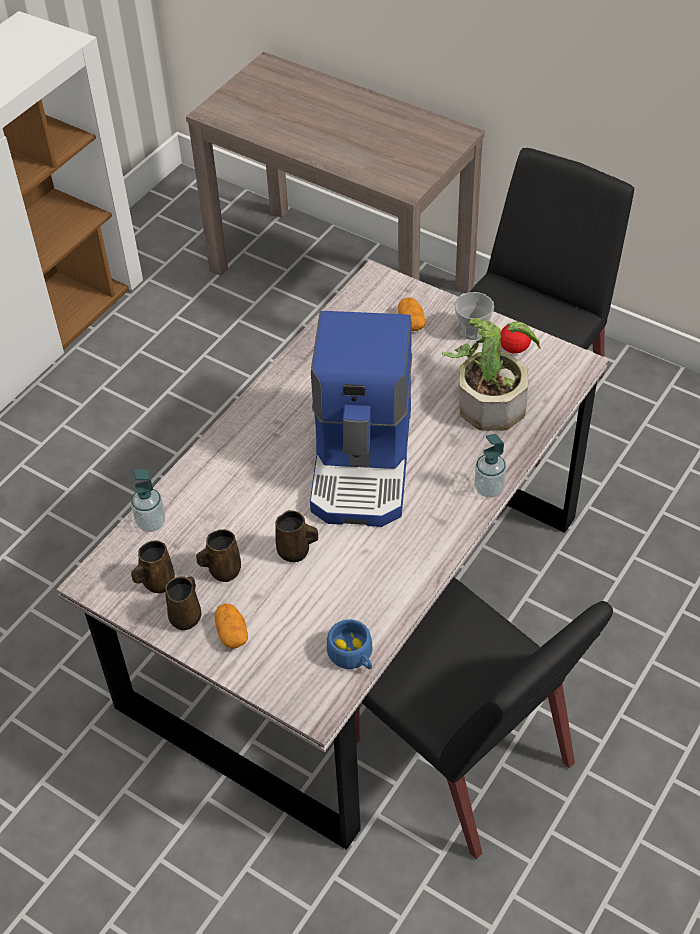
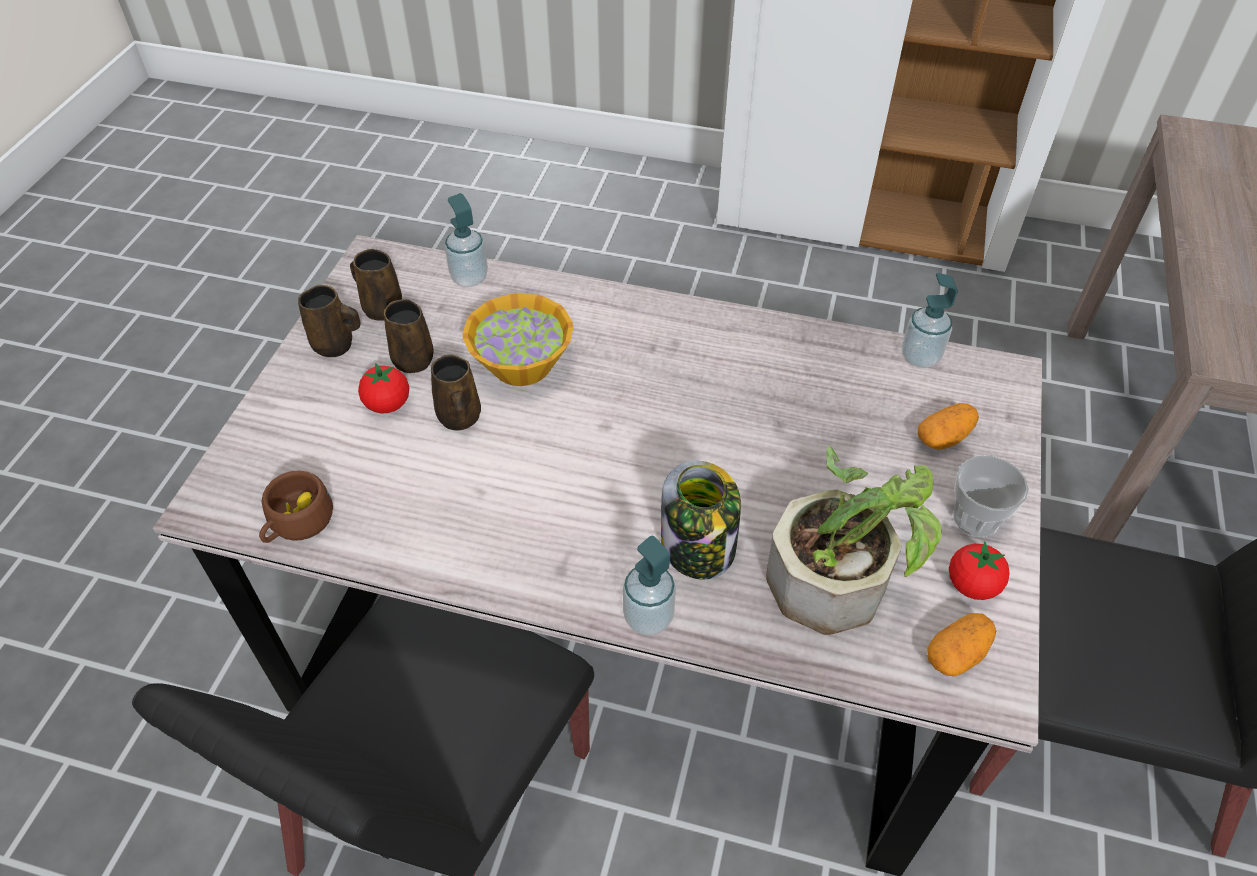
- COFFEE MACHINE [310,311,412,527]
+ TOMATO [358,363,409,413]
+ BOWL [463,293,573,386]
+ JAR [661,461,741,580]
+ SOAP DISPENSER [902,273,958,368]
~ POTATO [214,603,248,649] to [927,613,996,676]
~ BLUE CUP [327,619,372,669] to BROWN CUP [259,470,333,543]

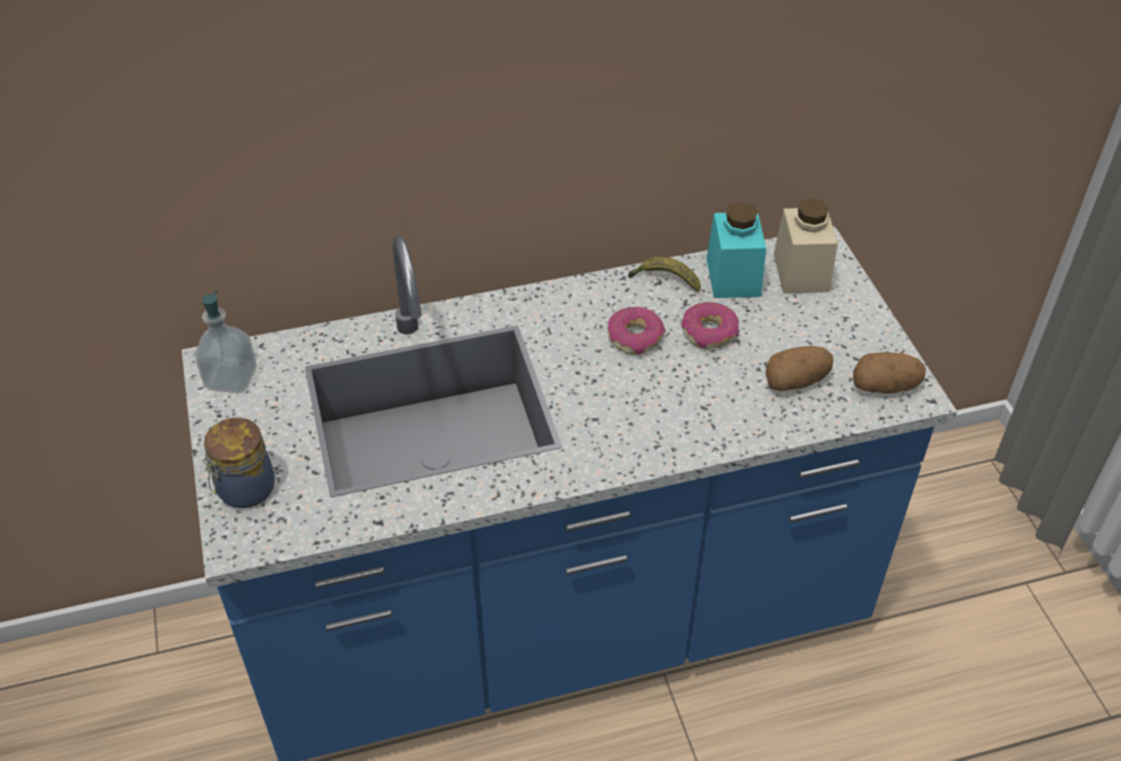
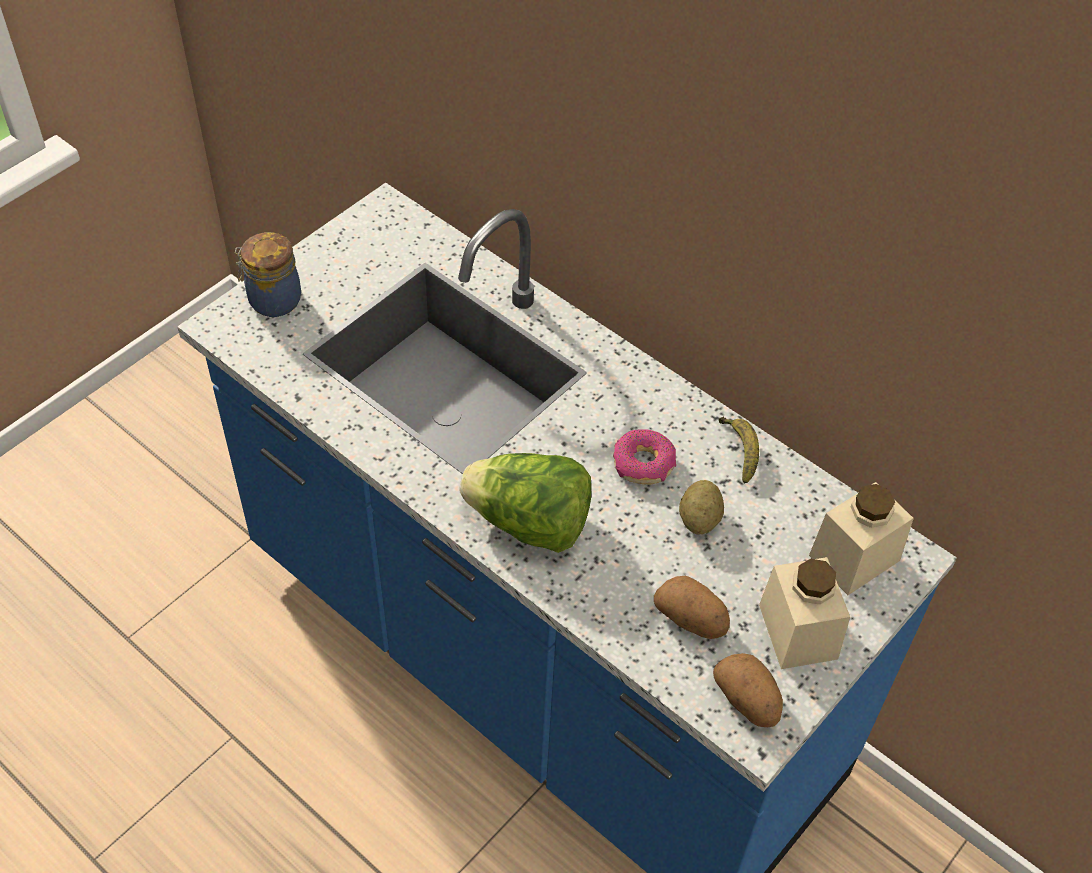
- SOAP DISPENSER [196,290,257,393]
- TURQUOISE JAR [707,202,766,298]
+ LETTUCE [459,453,591,553]
+ BEIGE JAR [759,557,850,669]
~ DONUT [681,302,739,349] to POTATO [679,480,724,535]

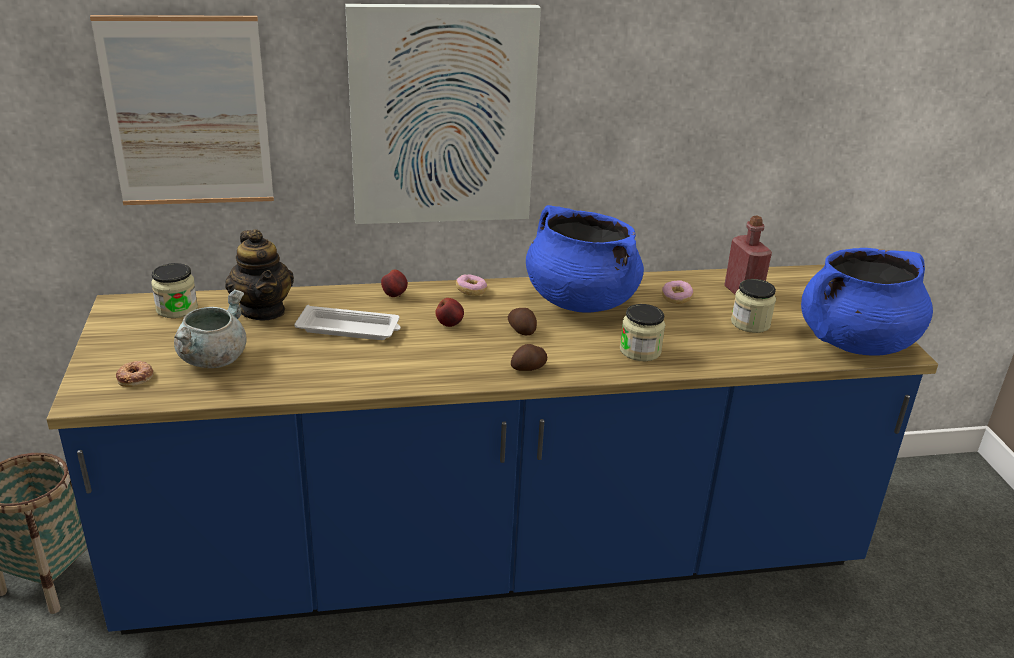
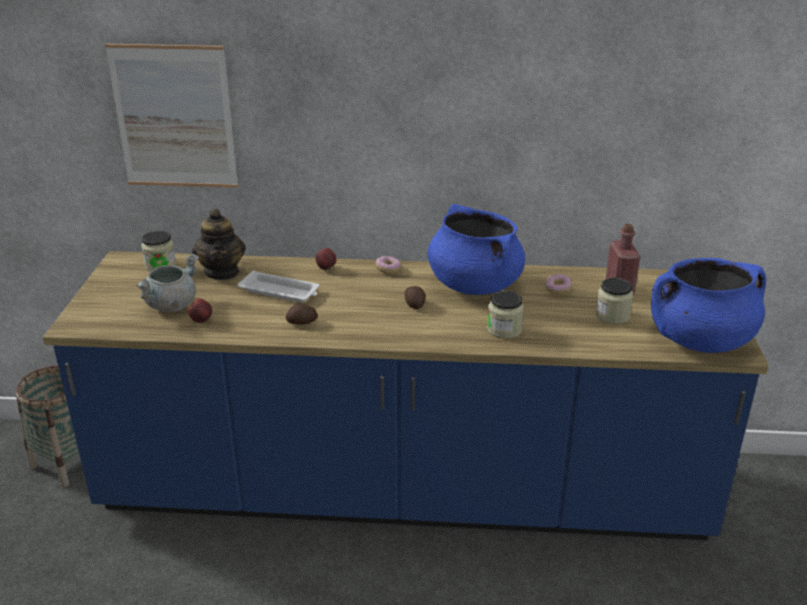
- DONUT [116,361,153,387]
- PICTURE [345,4,541,224]
~ APPLE [435,298,464,327] to [187,298,212,323]
~ POTATO [511,344,547,371] to [286,303,318,325]

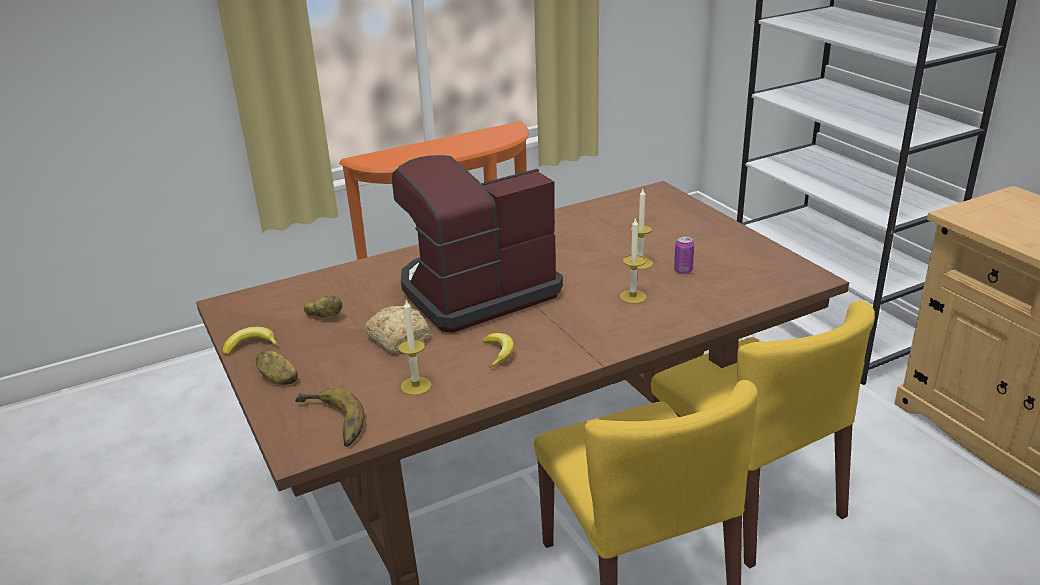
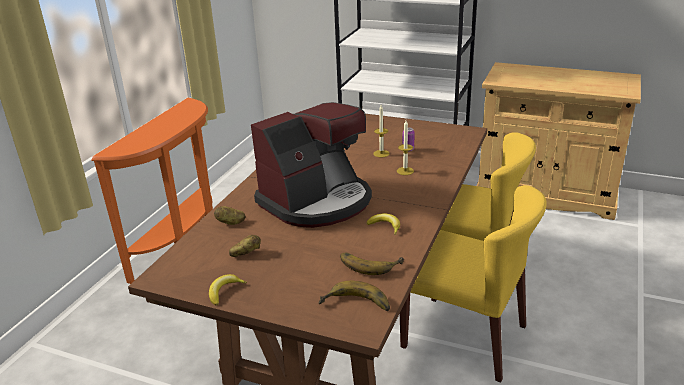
- BREAD [364,305,430,353]
~ POTATO [256,350,298,385] to [214,206,246,225]
~ CANDLE [398,300,432,395] to BANANA [340,253,404,275]
~ COFFEE MACHINE [392,155,563,333] = [251,102,372,228] 150 degrees counterclockwise

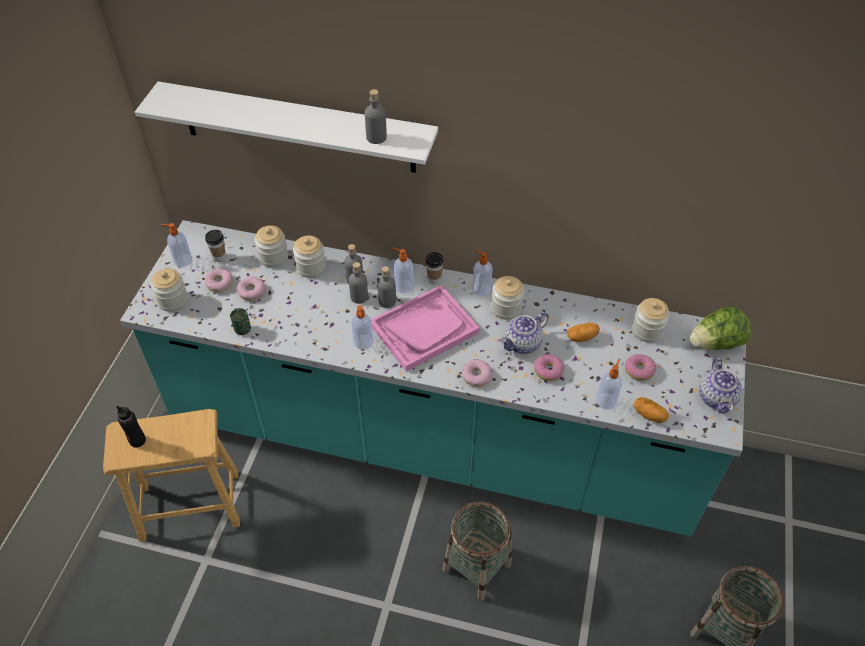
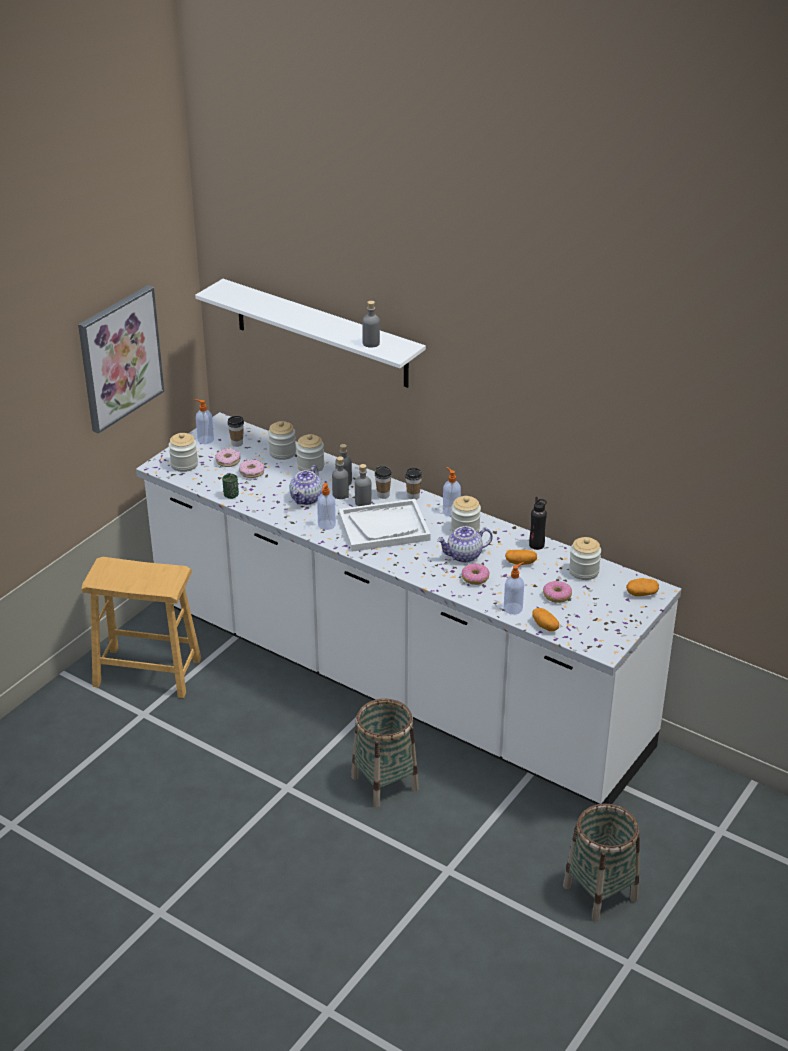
- DONUT [462,360,492,387]
+ PICTURE [78,285,164,434]
~ BLACK BOTTLE [116,405,146,448] to [529,497,547,550]
~ TEAPOT [699,358,742,414] to [289,465,323,505]
~ SOAP DISPENSER [392,248,413,293] to CUP [375,466,392,499]
~ LETTUCE [690,307,751,350] to POTATO [626,578,659,596]
~ TURQUOISE COUNTER [120,220,746,536] to WHITE COUNTER [136,412,681,804]
~ PINK TRAY [371,285,480,371] to WHITE TRAY [339,499,431,552]

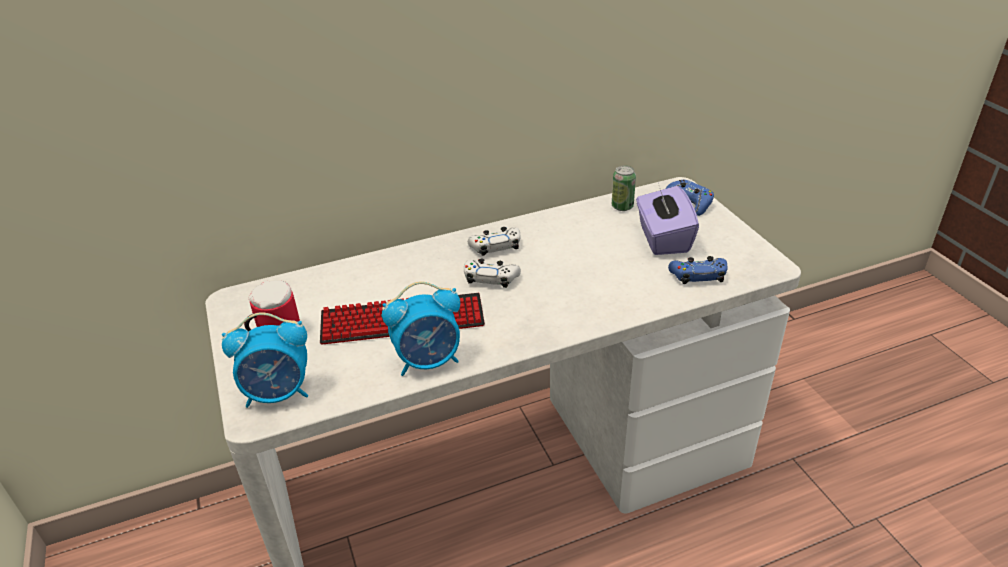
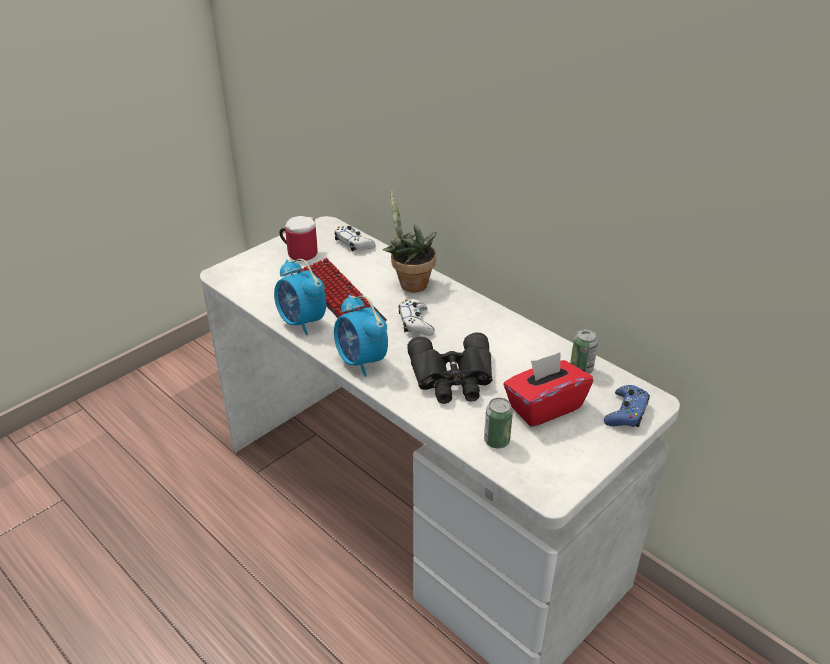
+ POTTED PLANT [383,190,436,293]
+ BLACK BINOCULARS [408,333,493,404]
~ ALARM CLOCK [222,312,308,408] to [334,295,388,377]
~ WHITE GAME CONTROLLER [468,227,521,256] to [335,225,376,251]
~ BLUE GAME CONTROLLER [668,256,727,284] to CAN [484,398,513,448]
~ PURPLE TISSUE BOX [636,183,699,255] to RED TISSUE BOX [504,352,593,427]

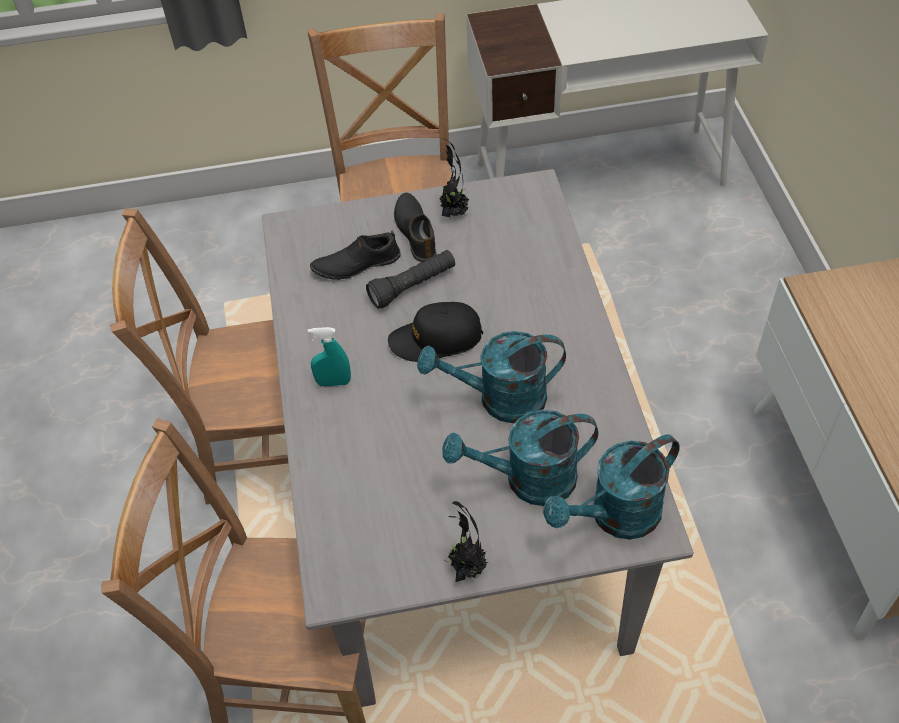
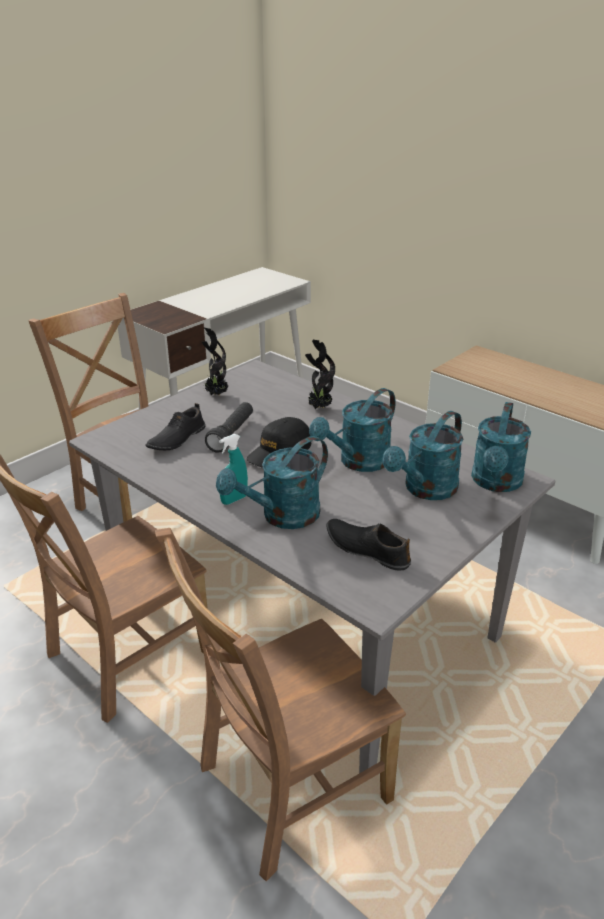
+ TURQUOISE WATERING CAN [216,436,328,529]
~ BLACK SHOE [394,193,436,262] to [326,519,411,571]
~ POTTED PLANT [446,501,488,582] to [305,340,335,409]

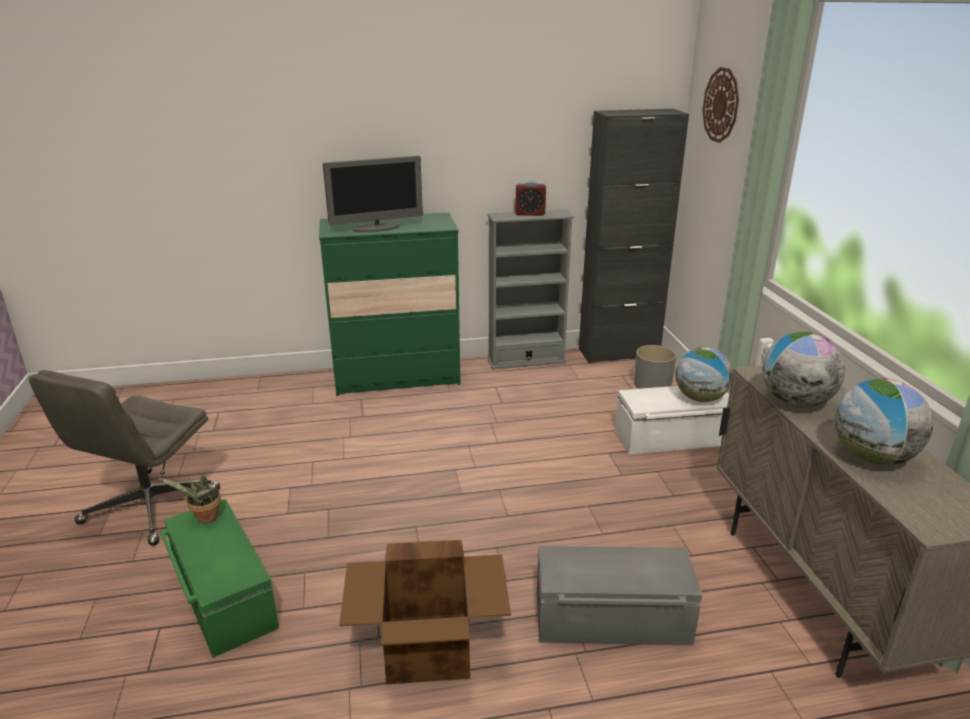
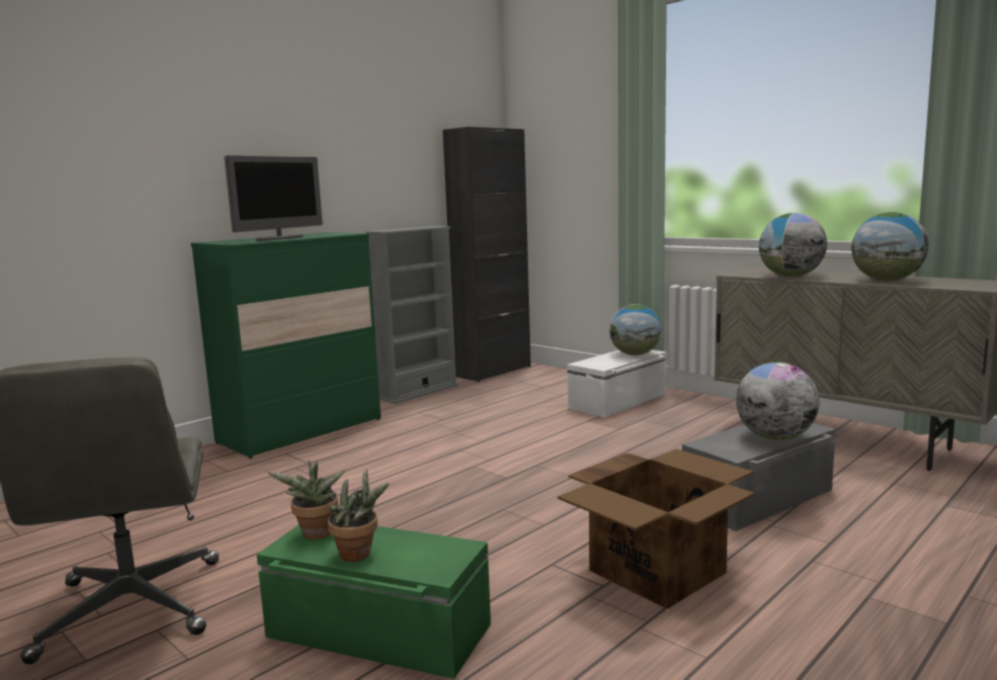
- ALARM CLOCK [515,181,546,216]
- GREY PLANTER [634,345,676,389]
- WALL CLOCK [703,67,739,143]
+ POTTED PLANT [328,469,389,562]
+ GLOBE [736,362,819,440]

